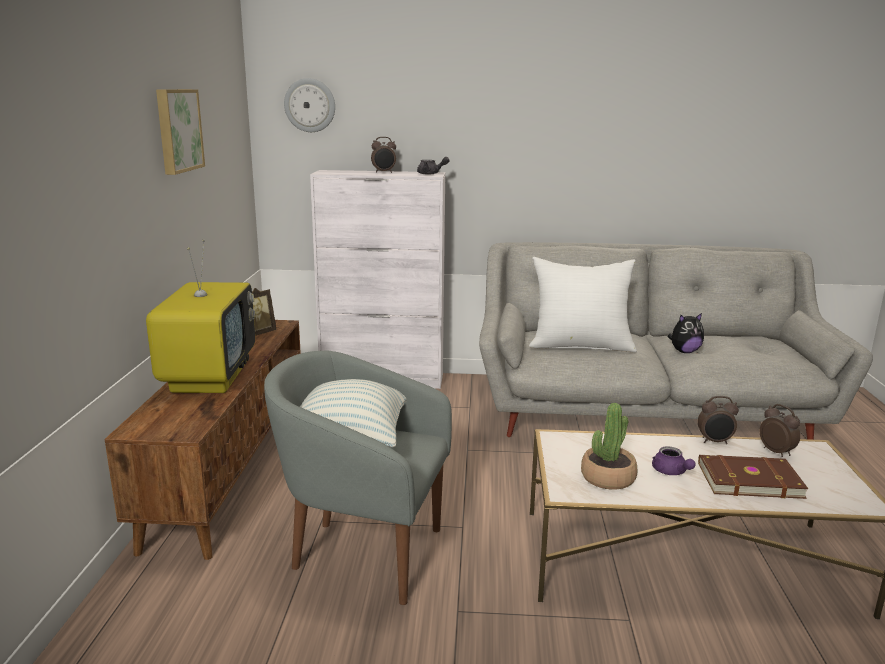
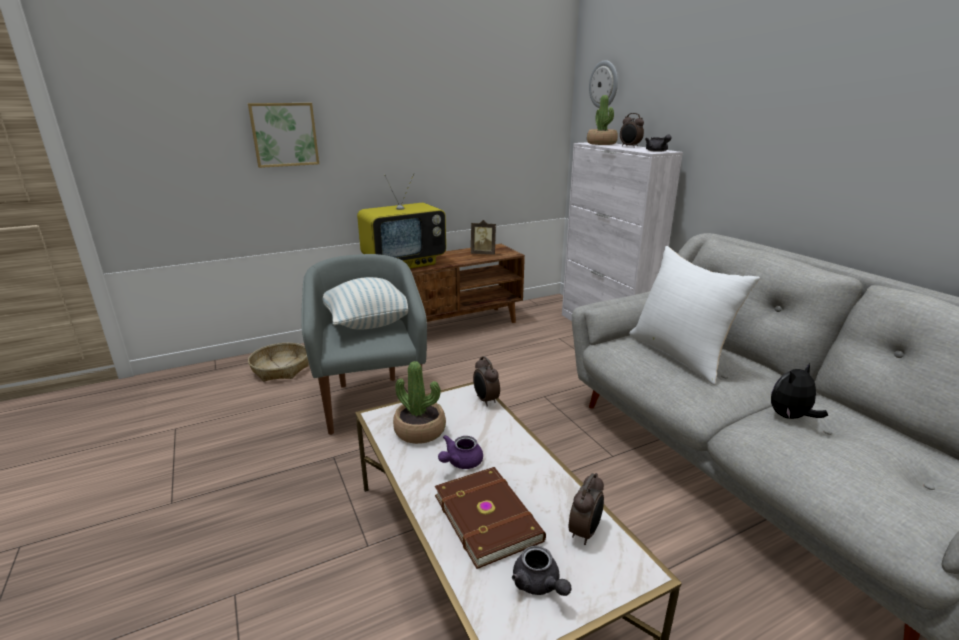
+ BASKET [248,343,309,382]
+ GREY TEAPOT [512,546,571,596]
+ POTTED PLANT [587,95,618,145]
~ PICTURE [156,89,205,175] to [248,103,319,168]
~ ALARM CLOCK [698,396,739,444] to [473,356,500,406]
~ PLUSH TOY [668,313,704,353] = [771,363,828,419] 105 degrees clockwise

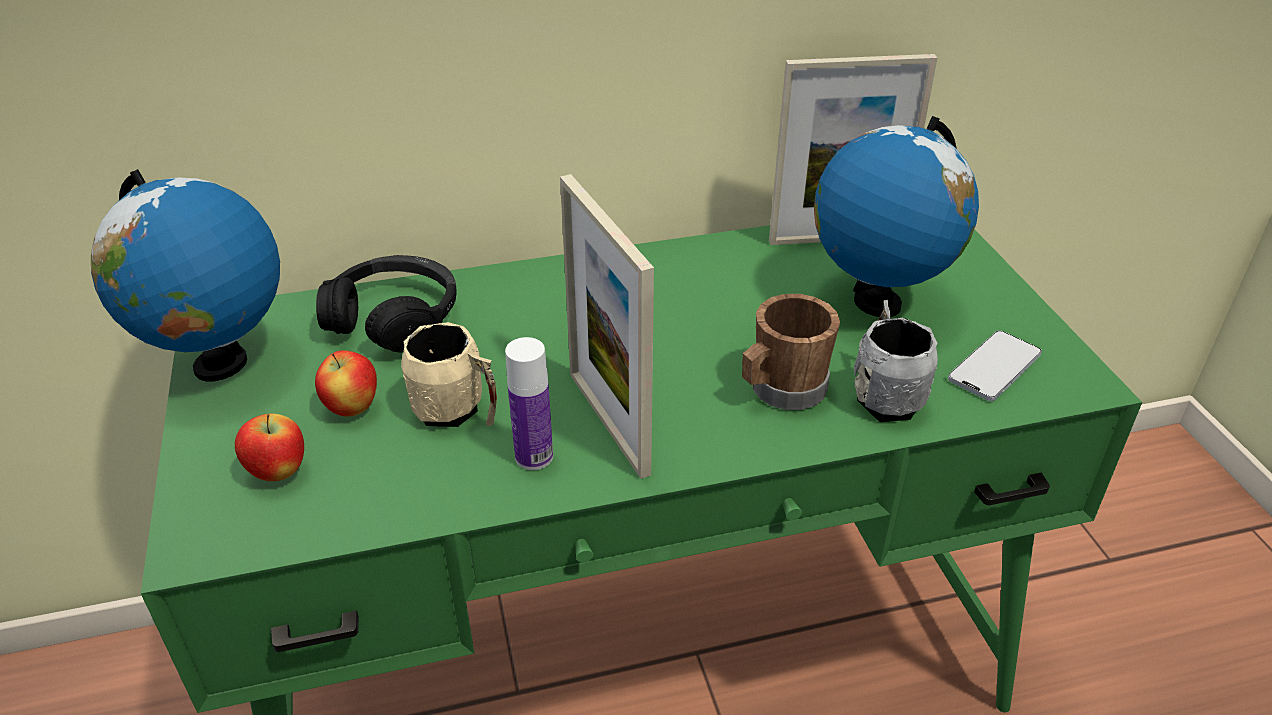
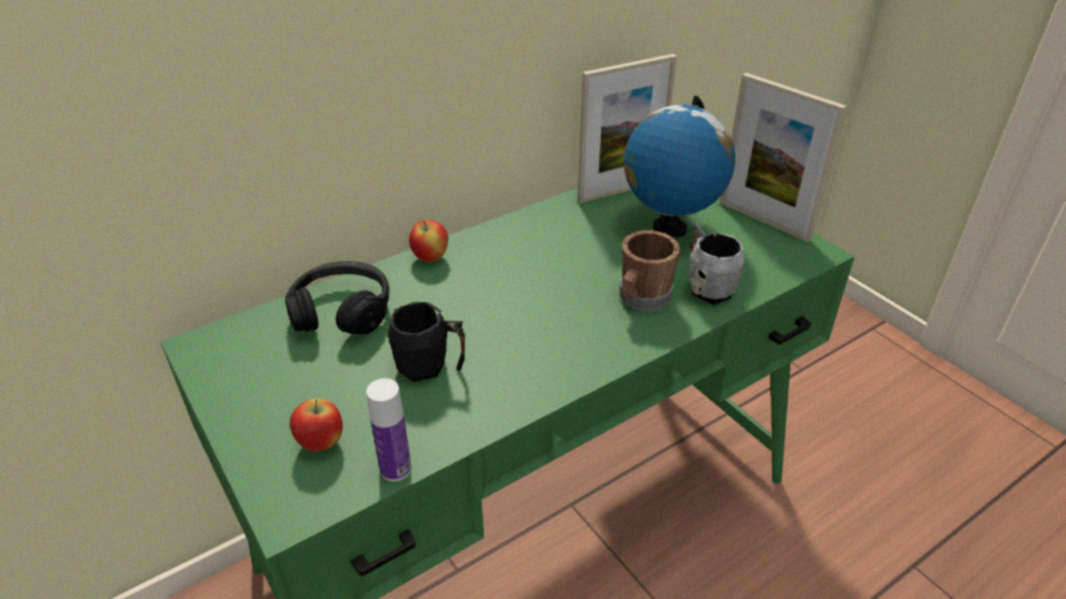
- GLOBE [91,169,280,381]
- PHONE [948,330,1042,401]
~ APPLE [315,350,377,417] to [409,220,448,262]
~ BOTTLE [505,337,553,470] to [366,378,411,482]
~ PICTURE FRAME [560,174,654,479] to [720,73,846,242]
~ BEIGE MUG [401,322,497,427] to BLACK MUG [387,302,465,382]

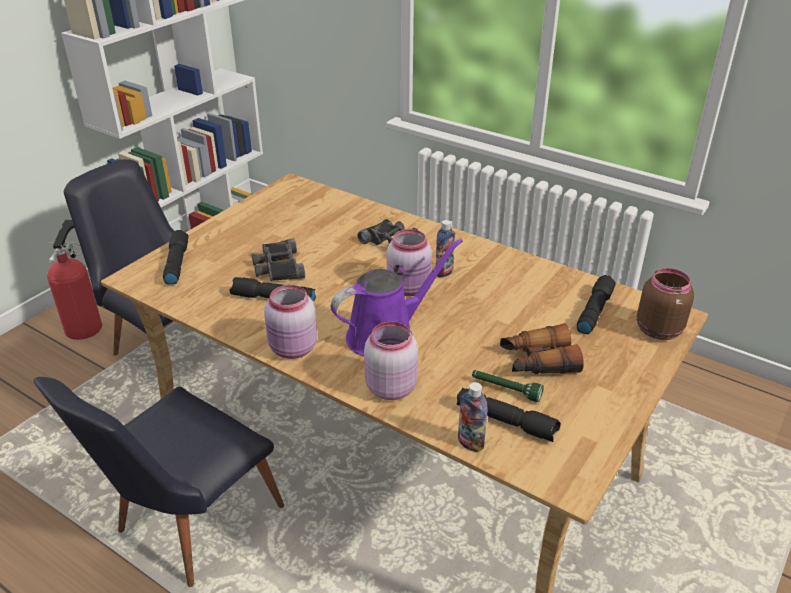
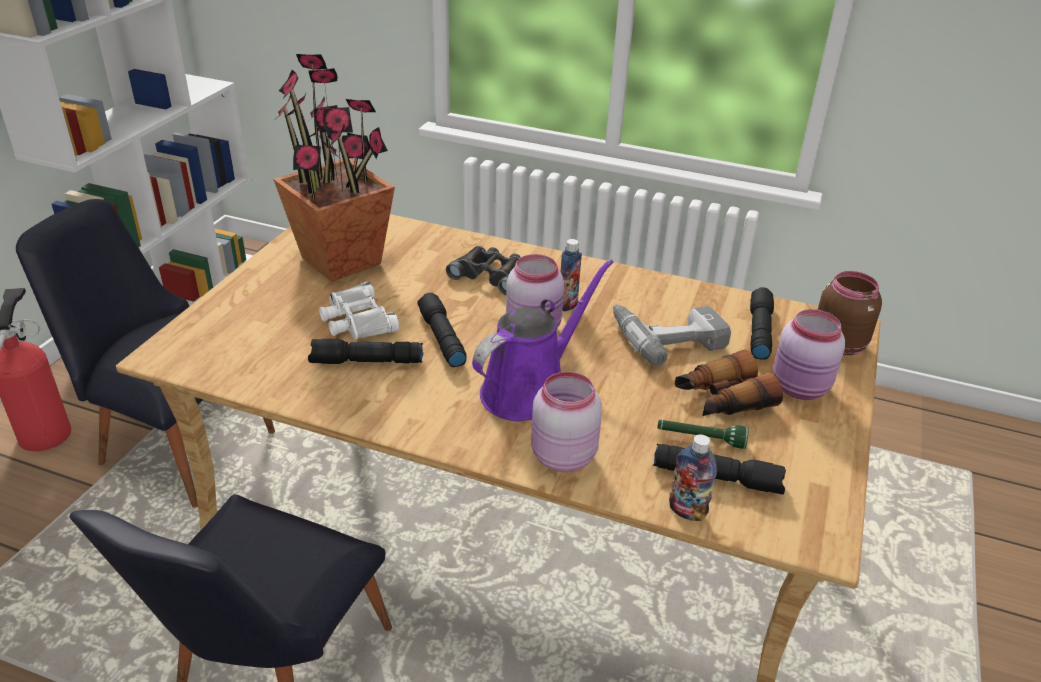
+ POTTED PLANT [273,54,395,282]
+ POWER DRILL [613,305,731,366]
~ BLACK FLASHLIGHT [163,230,188,285] to [417,293,467,367]
~ PINK JAR [264,285,317,359] to [773,309,845,400]
~ BLACK BINOCULARS [252,238,305,281] to WHITE BINOCULARS [319,281,399,340]

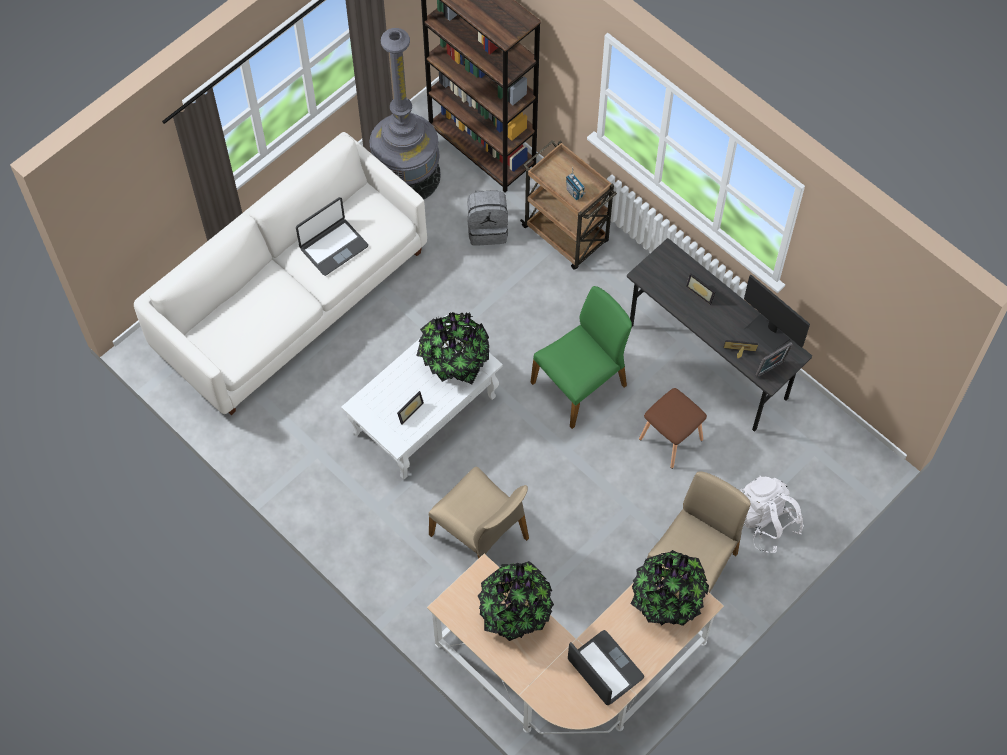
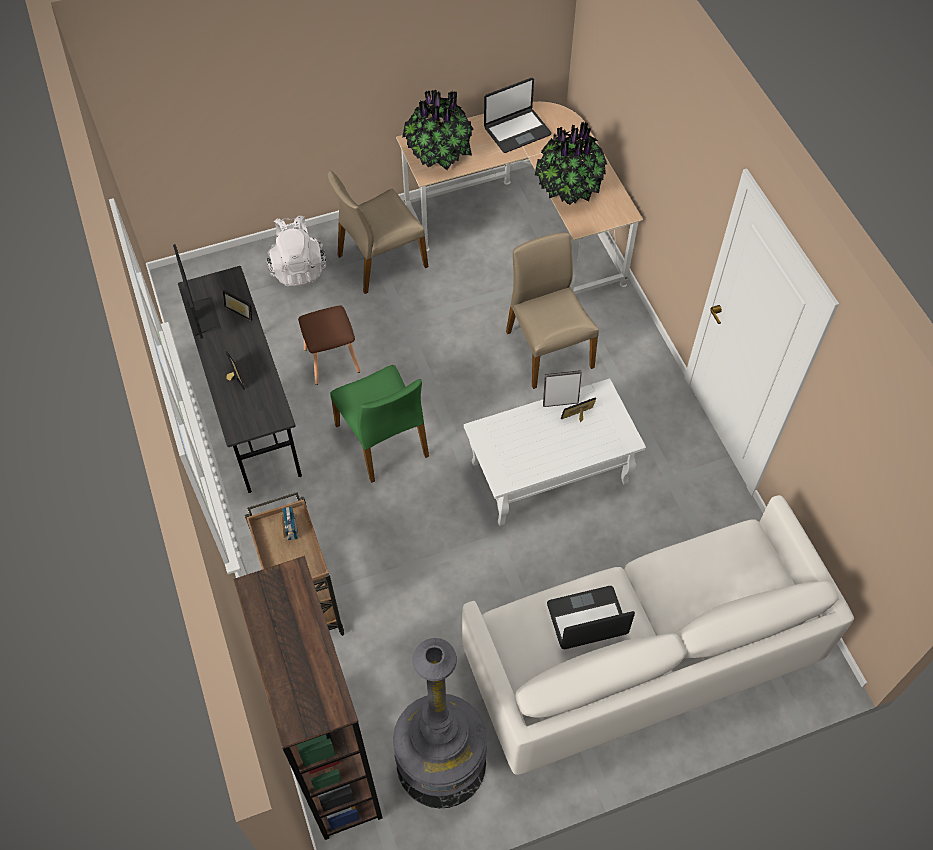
- POTTED PLANT [416,311,489,384]
- GREY BACKPACK [467,190,508,246]
~ PICTURE FRAME [755,342,793,378] to [543,370,582,407]
~ GREEN CHAIR [530,286,632,429] = [330,365,429,483] 105 degrees counterclockwise
~ LAPTOP [568,630,644,705] = [484,78,552,153] 105 degrees counterclockwise

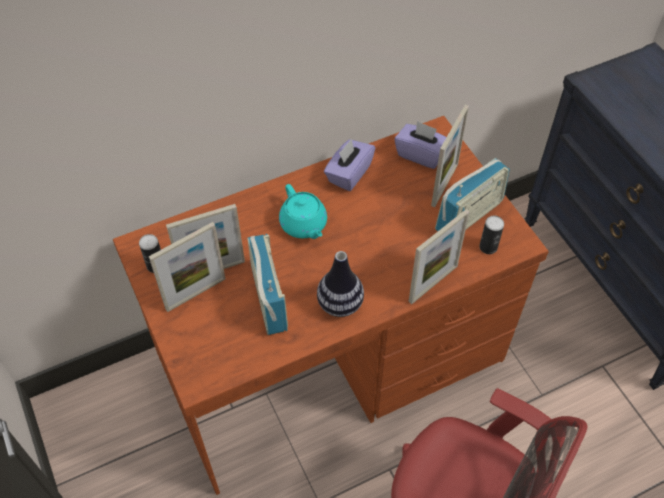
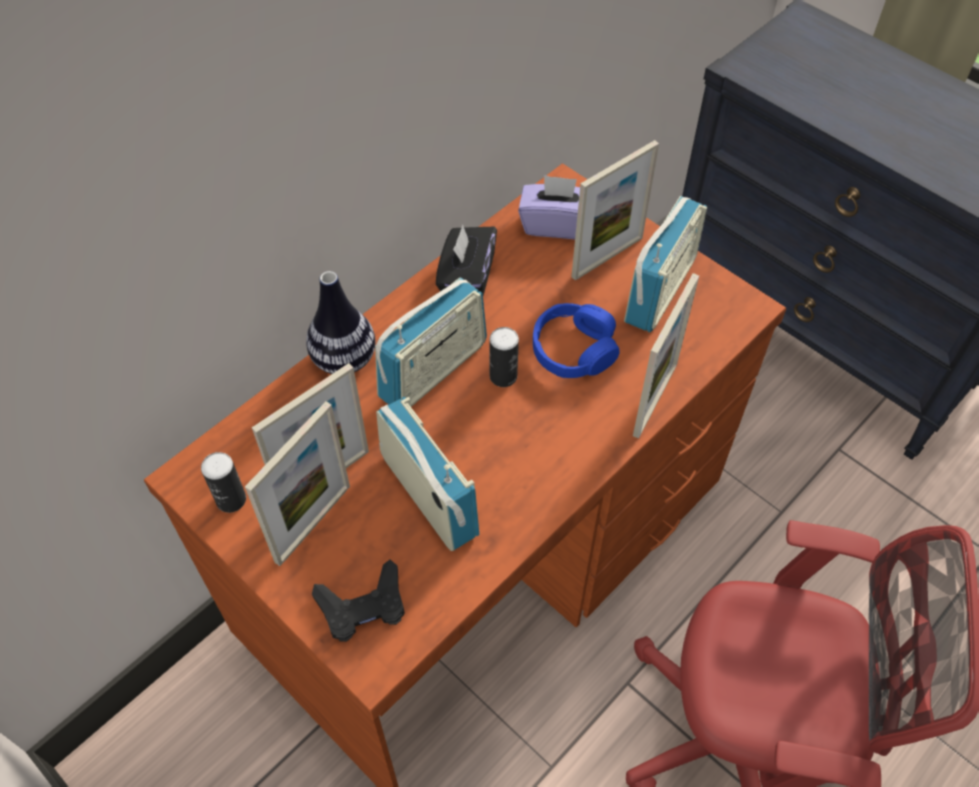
+ BLACK GAME CONTROLLER [312,559,405,642]
+ BLUE HEADPHONES [533,303,620,378]
~ VASE [317,251,364,317] to [306,271,375,374]
~ CAN [479,216,504,254] to [490,327,519,387]
~ TURQUOISE TEAPOT [279,184,327,239] to RADIO [375,278,487,407]
~ PURPLE TISSUE BOX [324,139,375,191] to BLACK TISSUE BOX [436,225,497,295]
~ PICTURE FRAME [431,105,469,207] = [571,140,659,280] 45 degrees clockwise

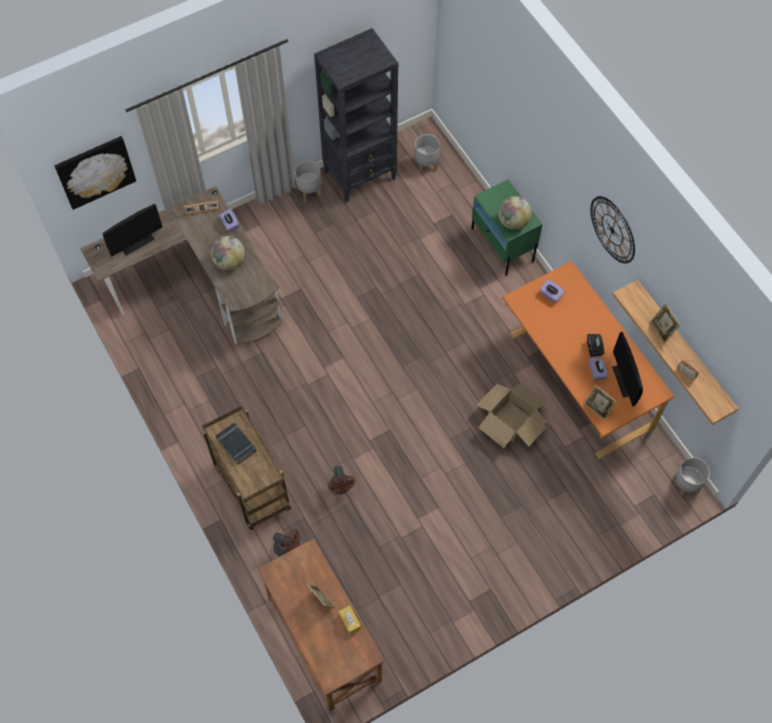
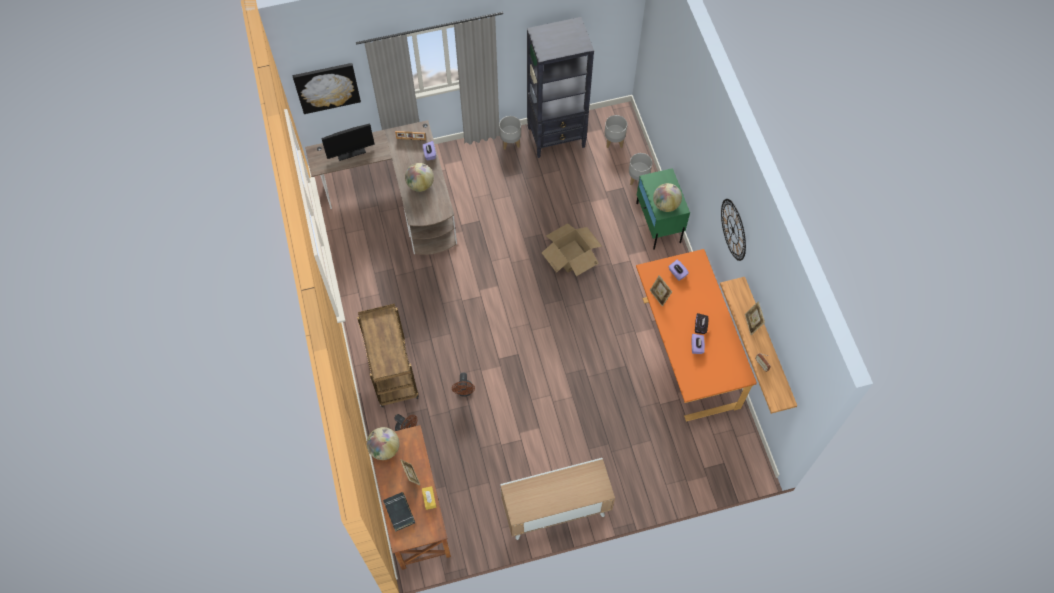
- MONITOR [612,332,643,406]
+ GLOBE [367,427,399,460]
+ CABINET [500,458,615,540]
~ BLACK BOOK [216,423,256,465] to [383,492,415,532]
~ CARDBOARD BOX [476,383,549,448] to [542,223,602,276]
~ PICTURE FRAME [585,385,616,420] to [650,275,672,307]
~ GREY PLANTER [673,457,710,497] to [629,153,652,186]

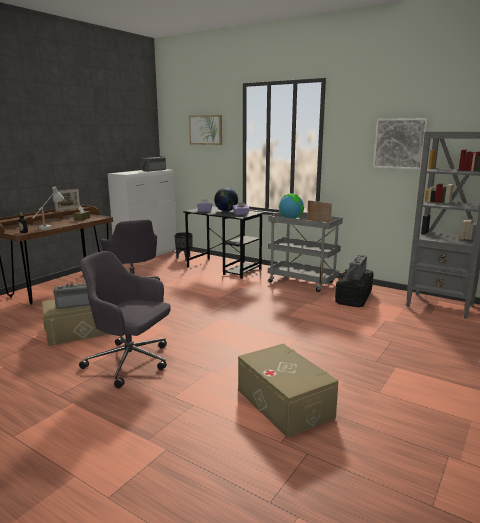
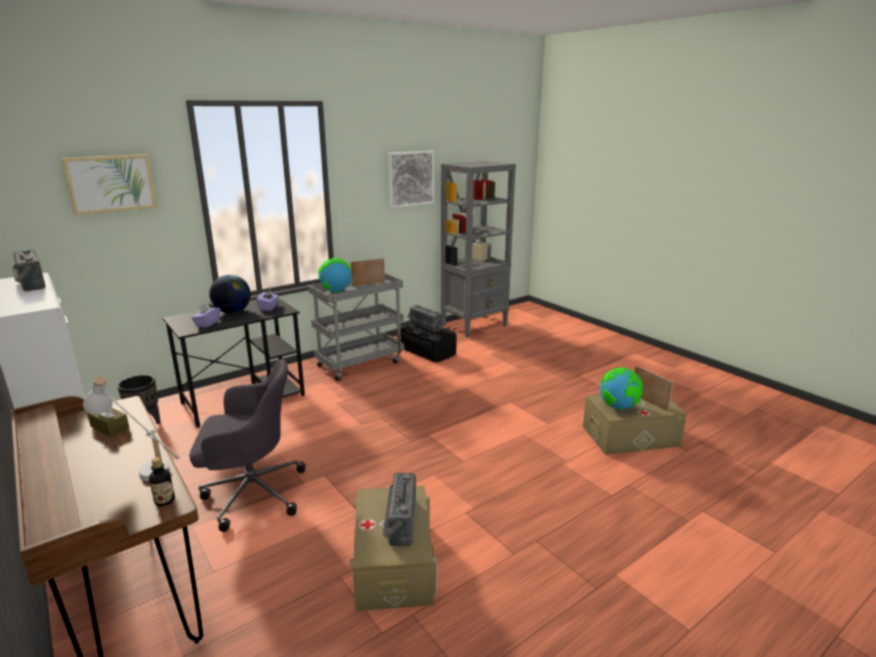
- GREY OFFICE CHAIR [79,251,171,389]
+ GLOBE [600,367,643,410]
~ PICTURE FRAME [55,189,80,211] to [635,365,673,412]

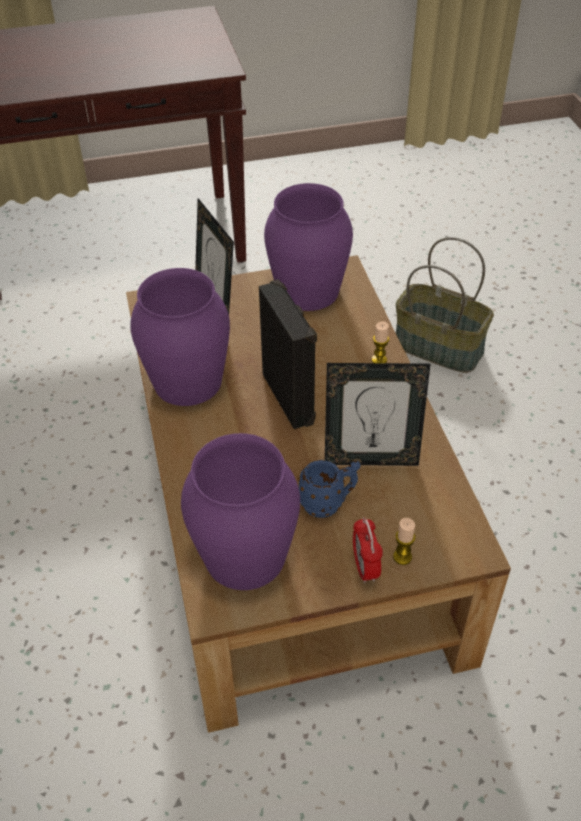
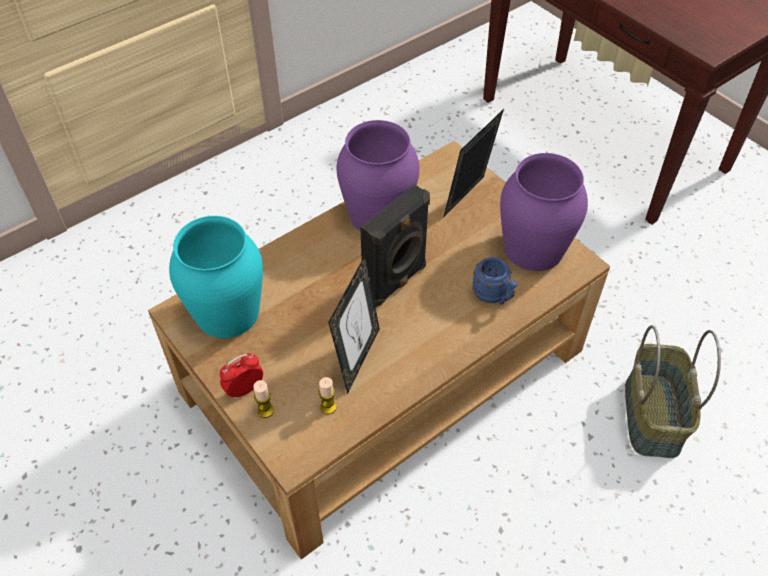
~ BLUE MUG [298,460,360,518] to [472,257,517,305]
~ CANDLE [372,321,389,363] to [318,377,336,414]
~ PURPLE VASE [181,433,300,590] to TURQUOISE VASE [169,216,263,338]
~ PICTURE FRAME [325,363,430,466] = [328,256,380,394] 135 degrees counterclockwise

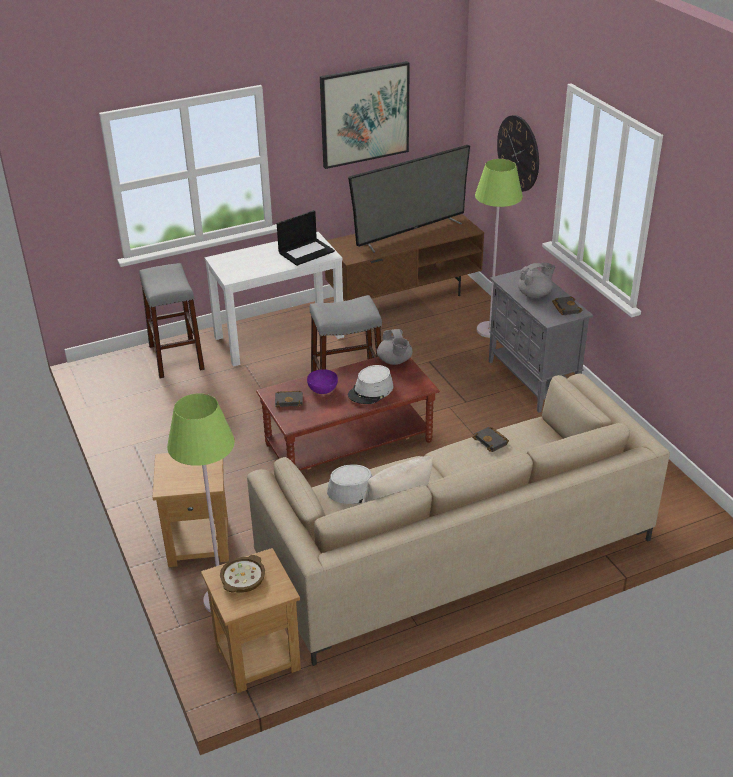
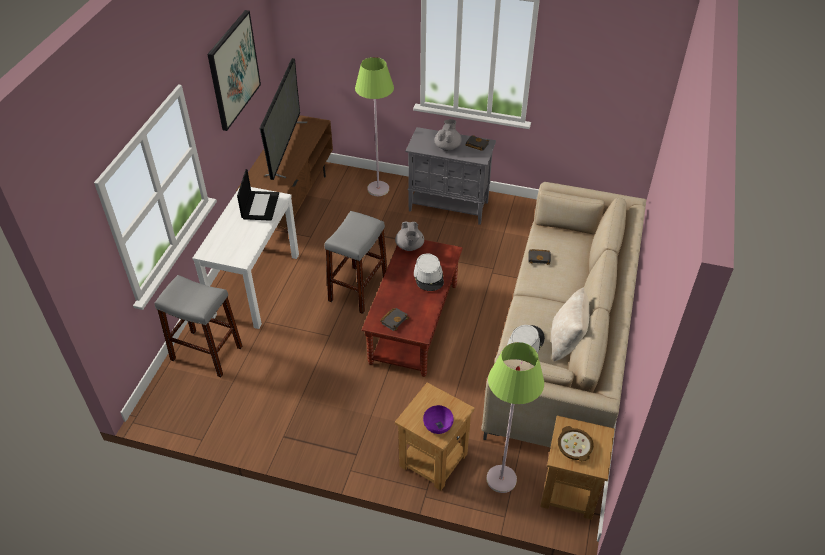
- WALL CLOCK [497,115,539,192]
~ PURPLE BOWL [307,369,338,394] to [423,405,454,434]
~ GREY TEAPOT [377,329,412,365] = [395,221,424,251] 60 degrees clockwise

